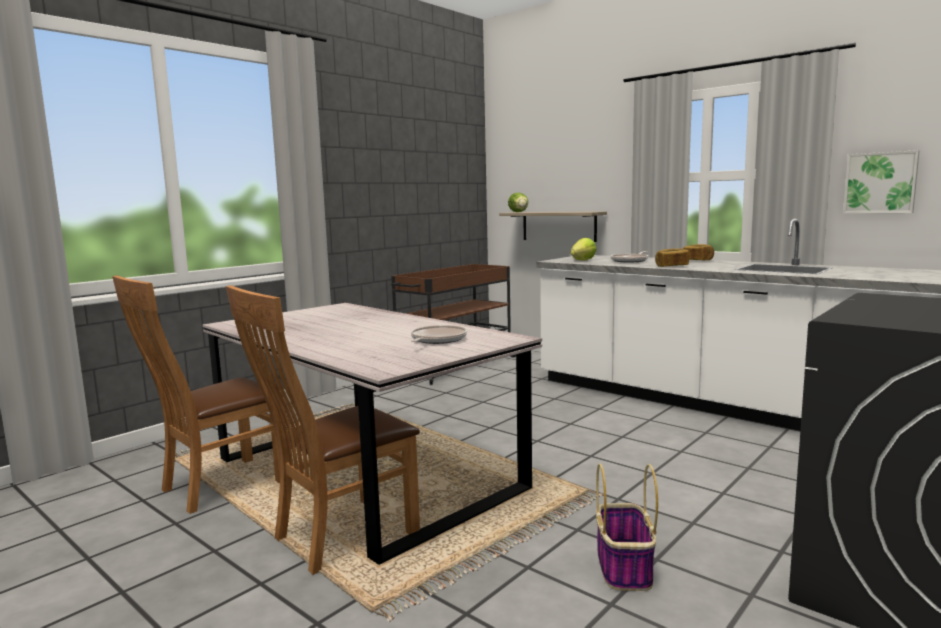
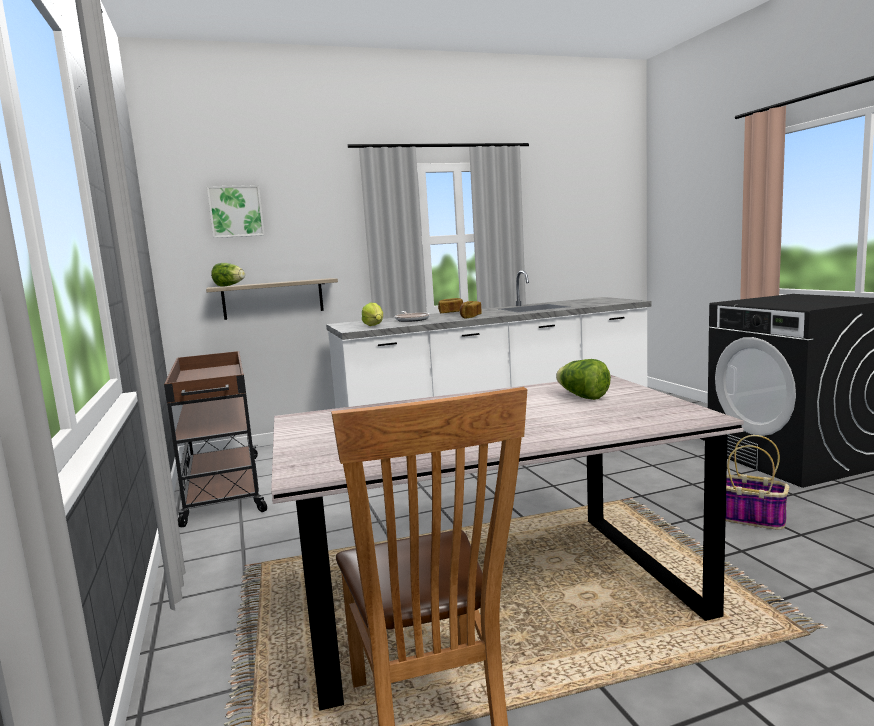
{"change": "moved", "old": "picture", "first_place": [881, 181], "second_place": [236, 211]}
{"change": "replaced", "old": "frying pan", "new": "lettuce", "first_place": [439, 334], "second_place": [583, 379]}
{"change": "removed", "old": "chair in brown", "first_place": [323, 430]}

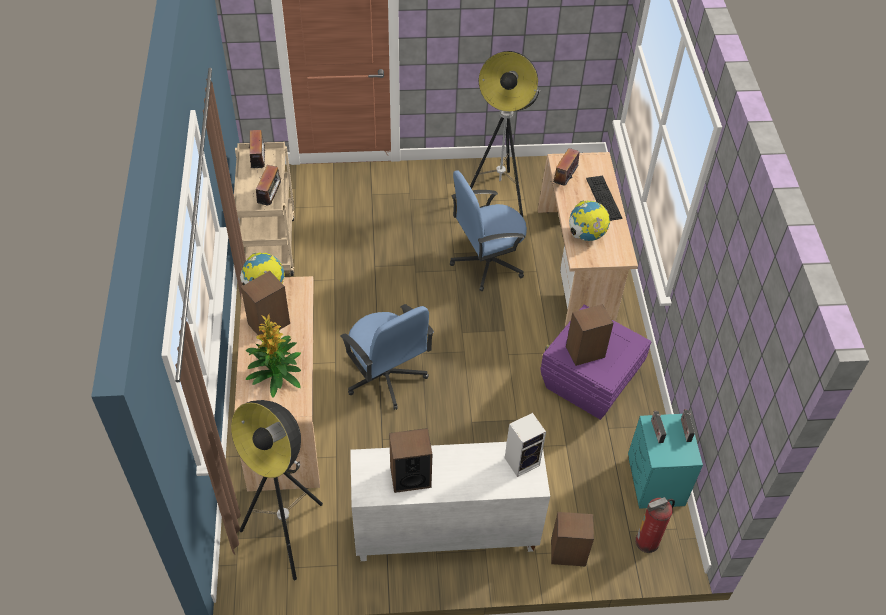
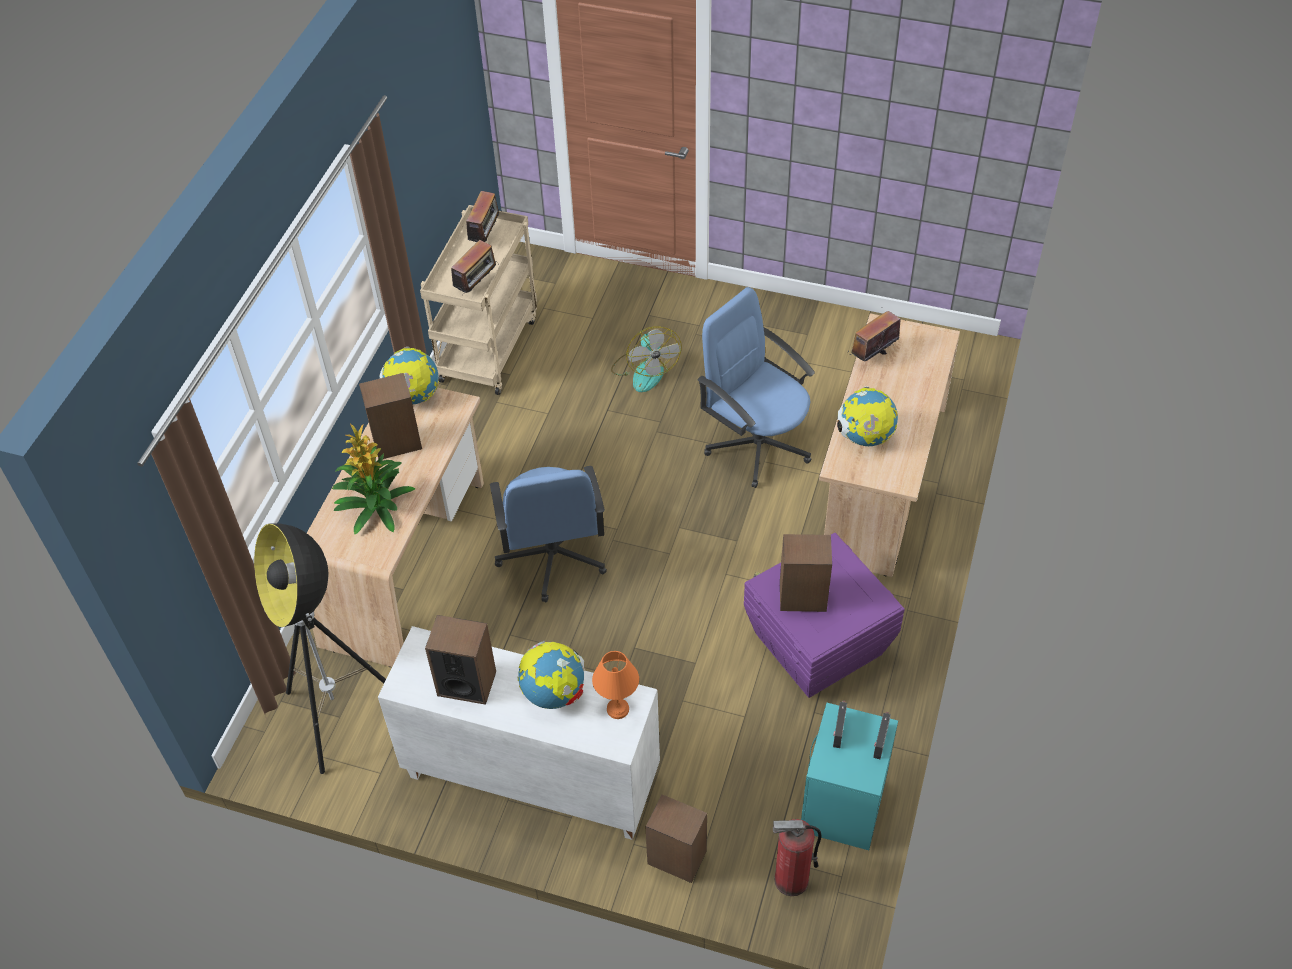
{"change": "added", "new": "globe", "second_place": [551, 675]}
{"change": "replaced", "old": "speaker", "new": "table lamp in orange", "first_place": [525, 445], "second_place": [615, 685]}
{"change": "added", "new": "fan", "second_place": [646, 359]}
{"change": "turned", "old": "office chair in blue", "first_place": [488, 230], "second_place": [756, 387], "degrees": 45}
{"change": "removed", "old": "floor lamp", "first_place": [505, 134]}
{"change": "removed", "old": "keyboard", "first_place": [604, 198]}

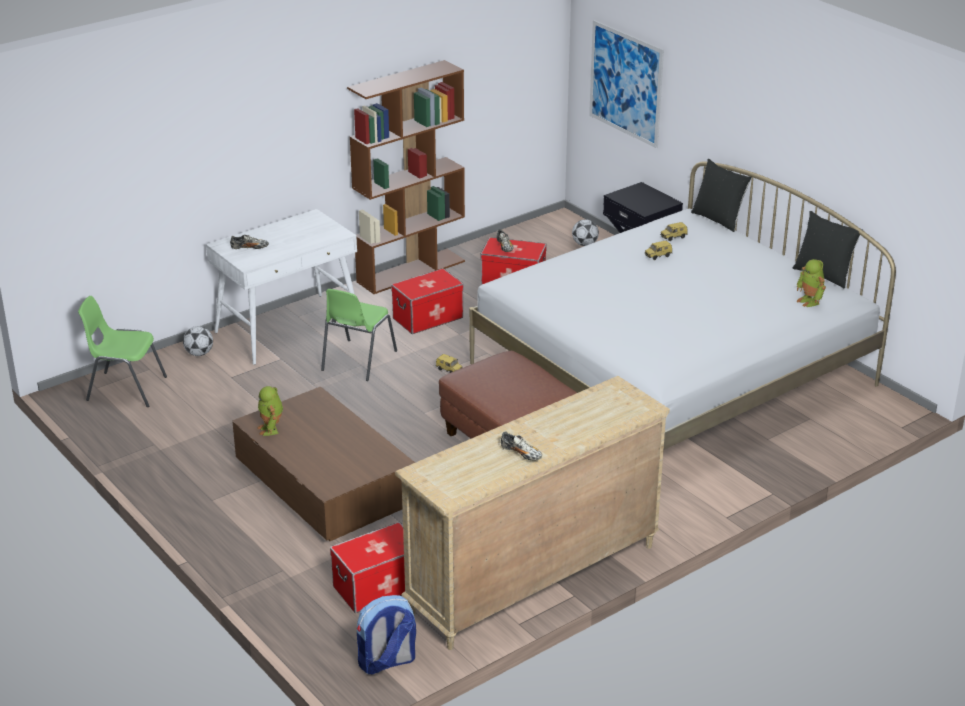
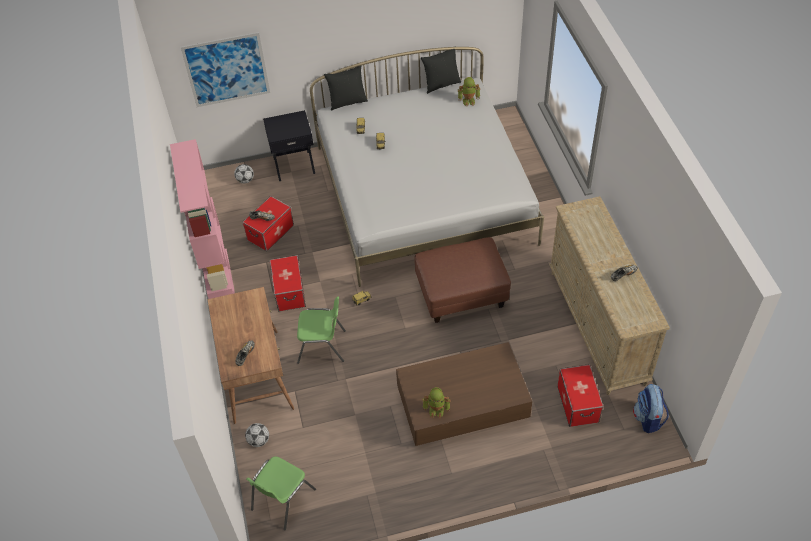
{"change": "recoloured", "old": "bookcase in brown", "new": "bookcase in pink", "first_place": [406, 177], "second_place": [202, 219]}
{"change": "recoloured", "old": "desk in white", "new": "desk in brown", "first_place": [281, 287], "second_place": [251, 355]}
{"change": "turned", "old": "chair in green", "first_place": [359, 335], "second_place": [321, 330], "degrees": -45}

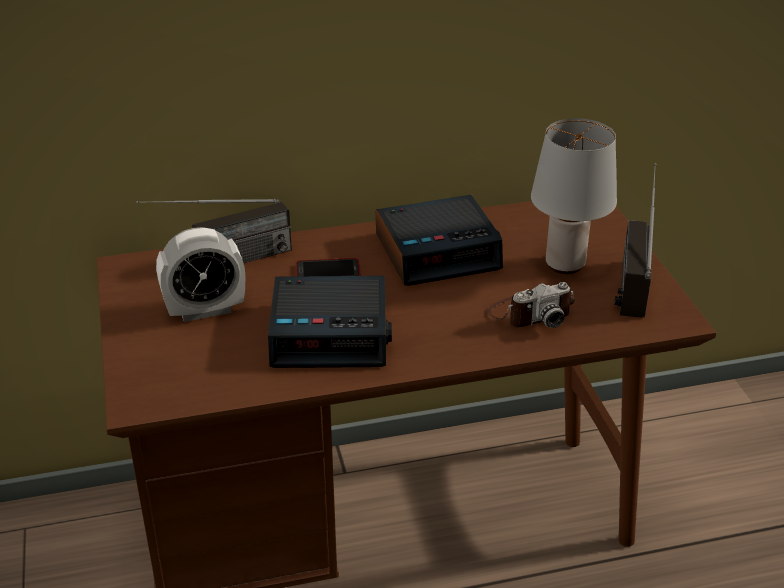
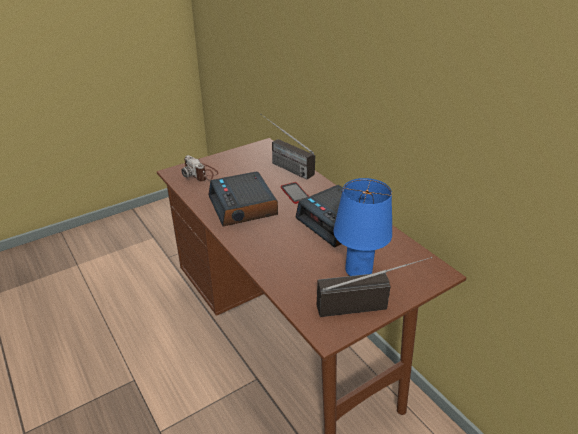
{"change": "moved", "old": "photo camera", "first_place": [531, 305], "second_place": [199, 168]}
{"change": "recoloured", "old": "table lamp in grey", "new": "table lamp in blue", "first_place": [574, 196], "second_place": [362, 227]}
{"change": "removed", "old": "alarm clock", "first_place": [200, 274]}

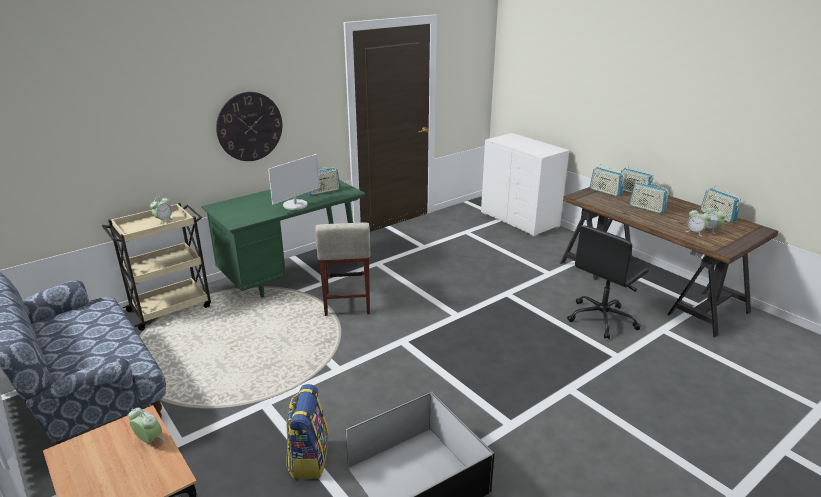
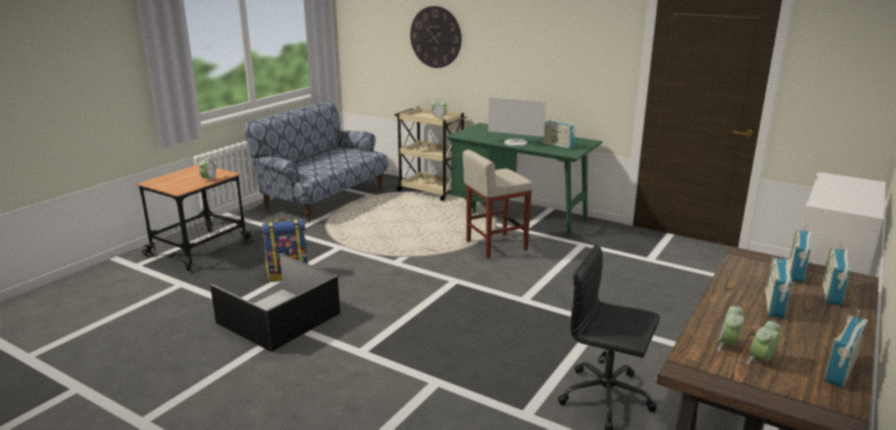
{"change": "moved", "old": "wall clock", "first_place": [249, 126], "second_place": [436, 37]}

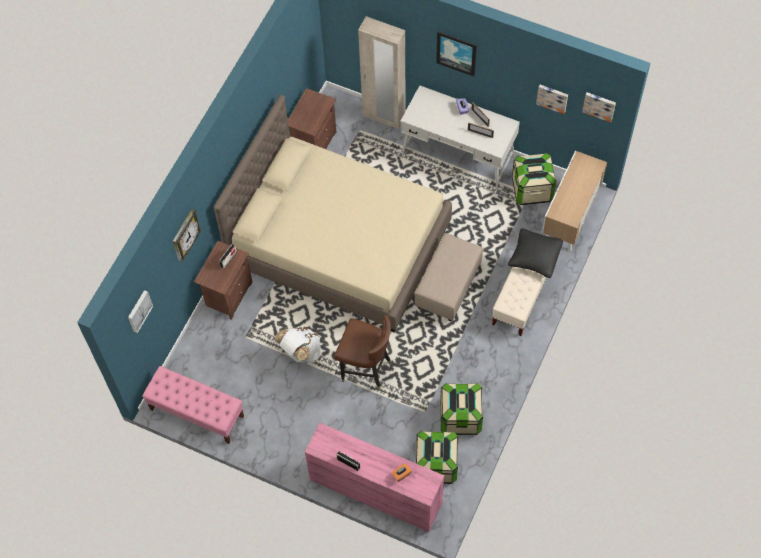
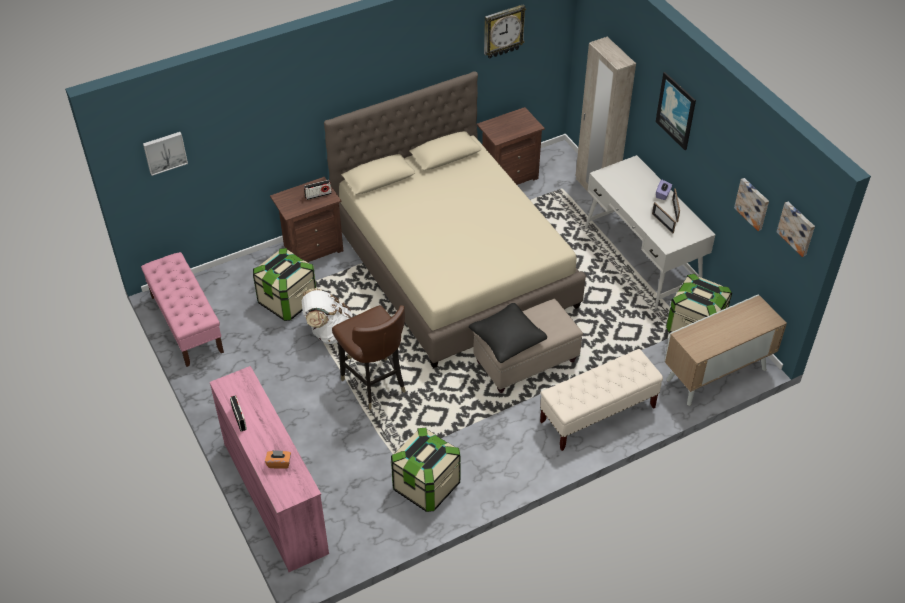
{"change": "moved", "old": "storage box", "first_place": [437, 457], "second_place": [284, 284]}
{"change": "moved", "old": "pillow in black", "first_place": [535, 253], "second_place": [508, 333]}
{"change": "moved", "old": "wall clock", "first_place": [187, 235], "second_place": [505, 31]}

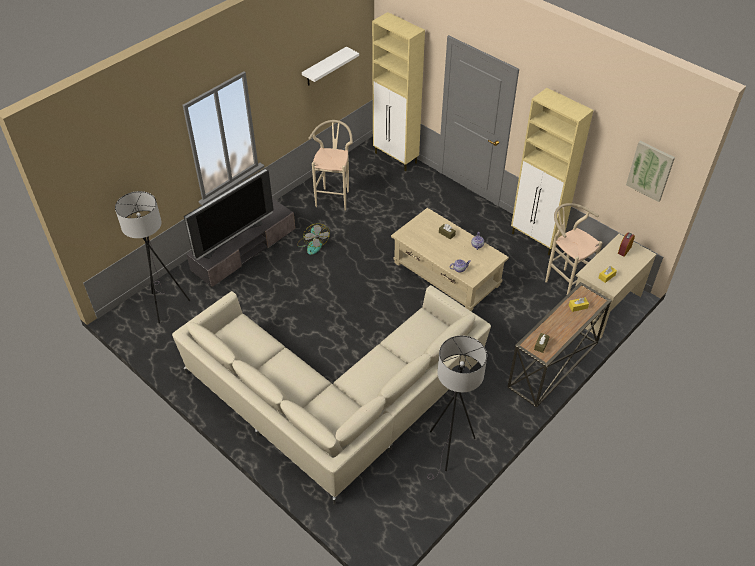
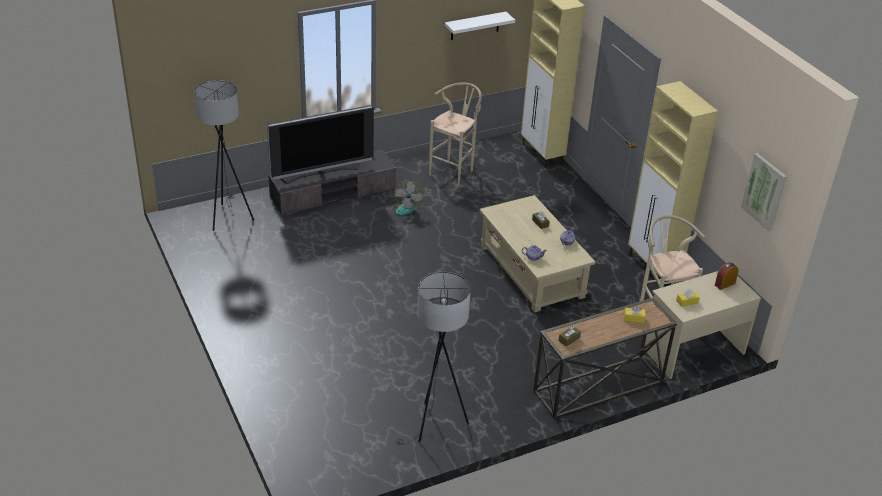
{"change": "removed", "old": "sofa in beige", "first_place": [331, 395]}

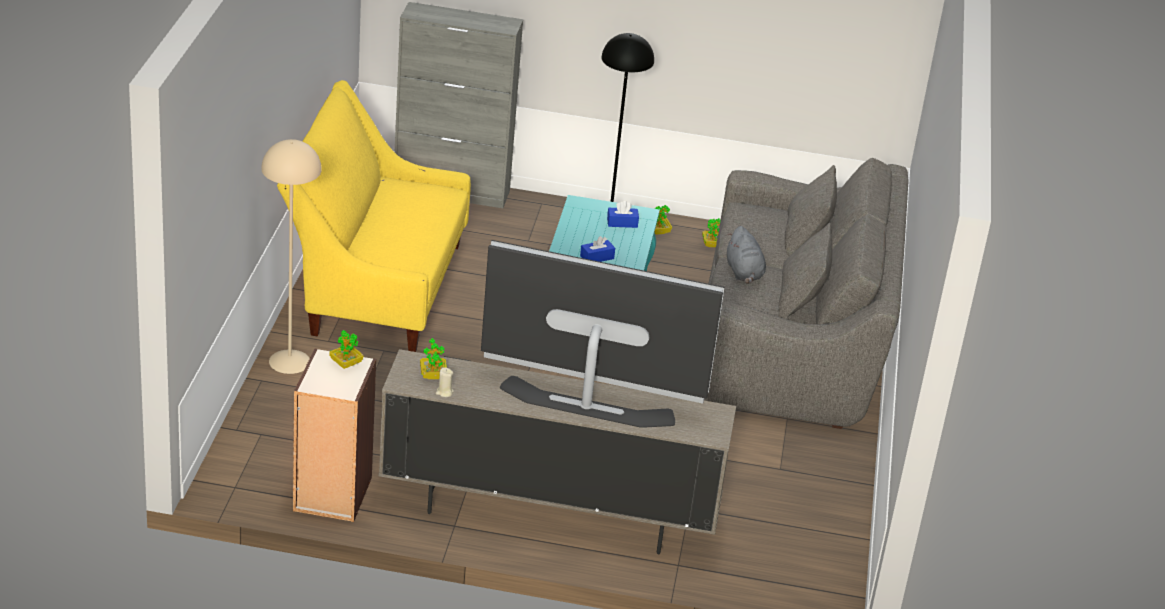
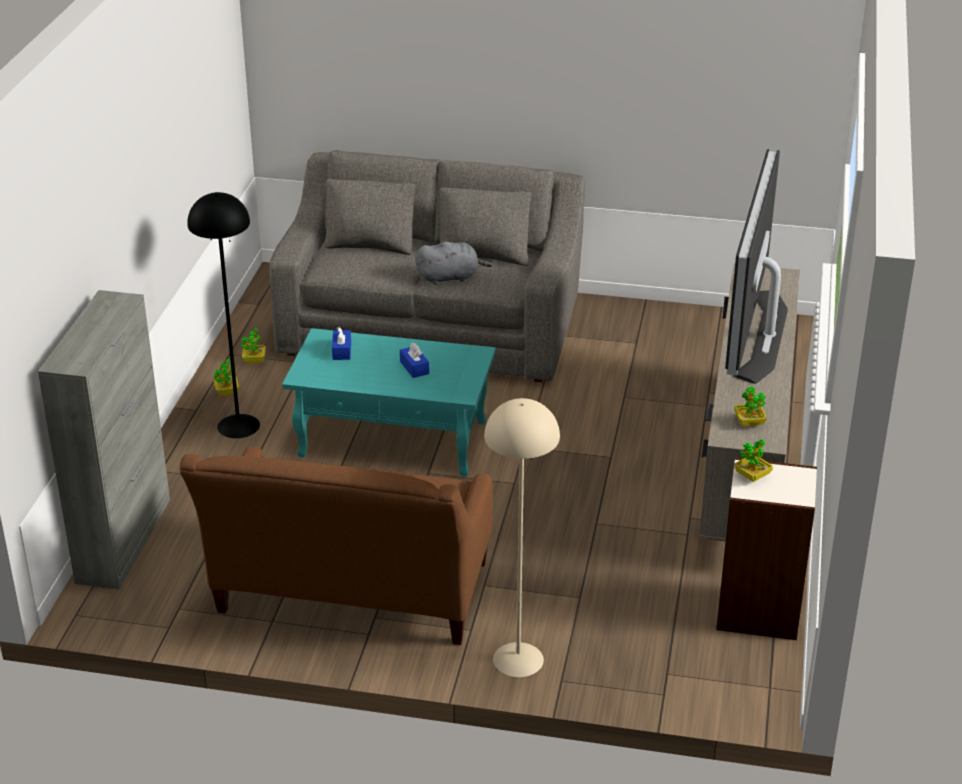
{"change": "recoloured", "old": "sofa in yellow", "new": "sofa in brown", "first_place": [374, 216], "second_place": [336, 546]}
{"change": "removed", "old": "candle in beige", "first_place": [445, 382]}

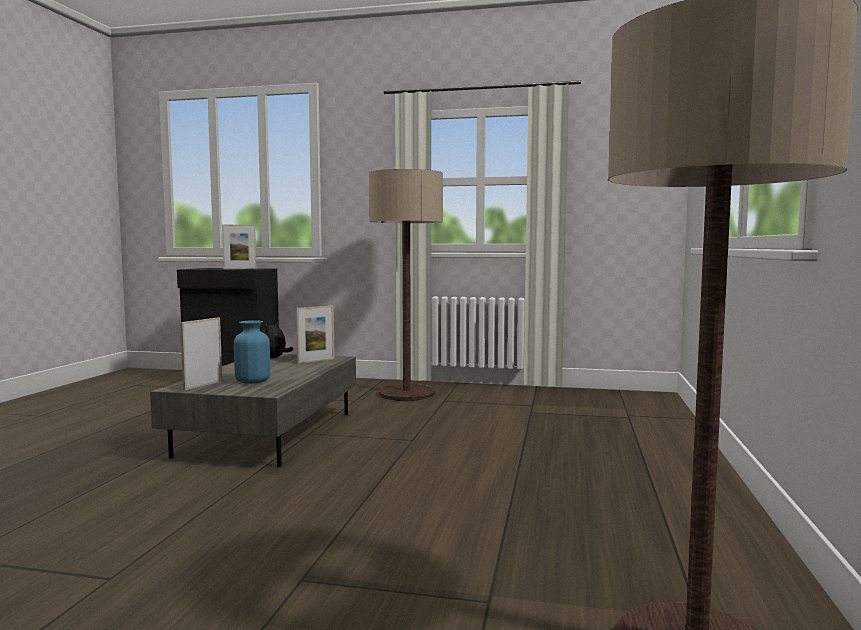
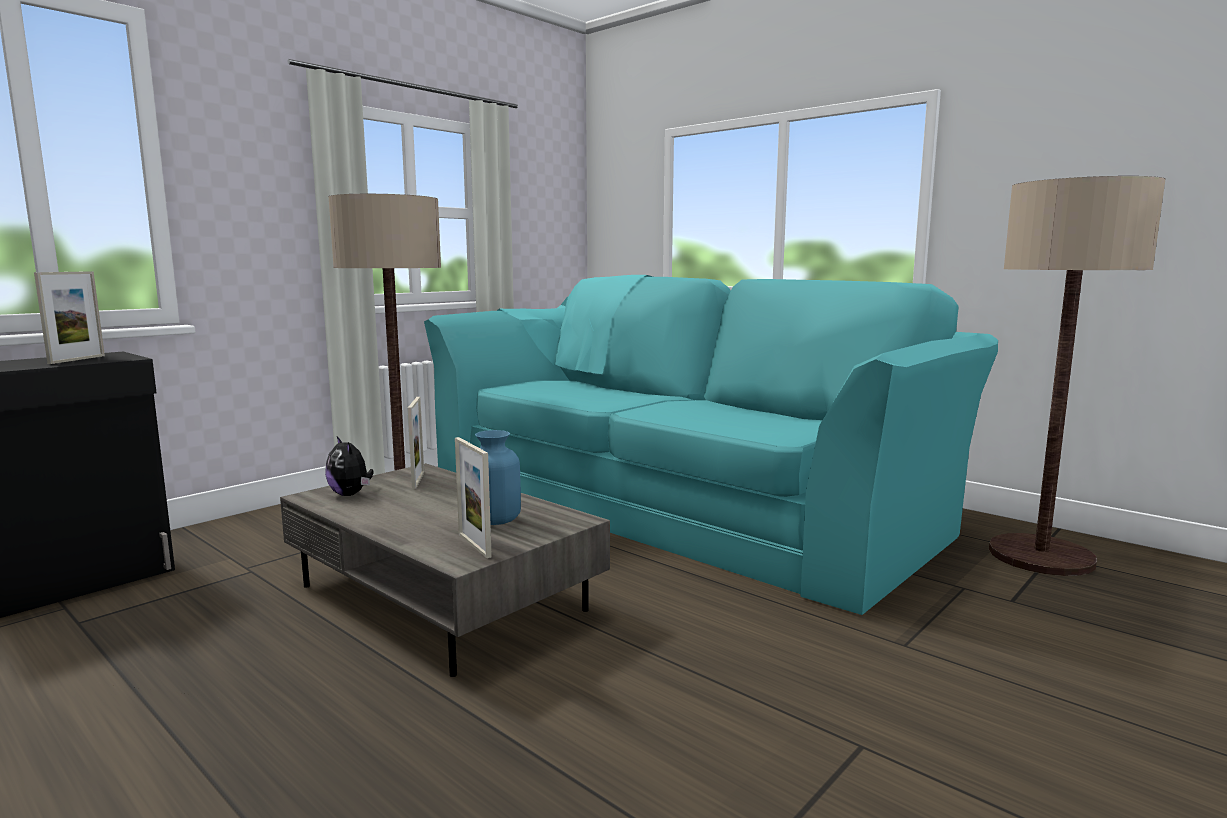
{"change": "added", "new": "sofa in turquoise", "second_place": [711, 445]}

